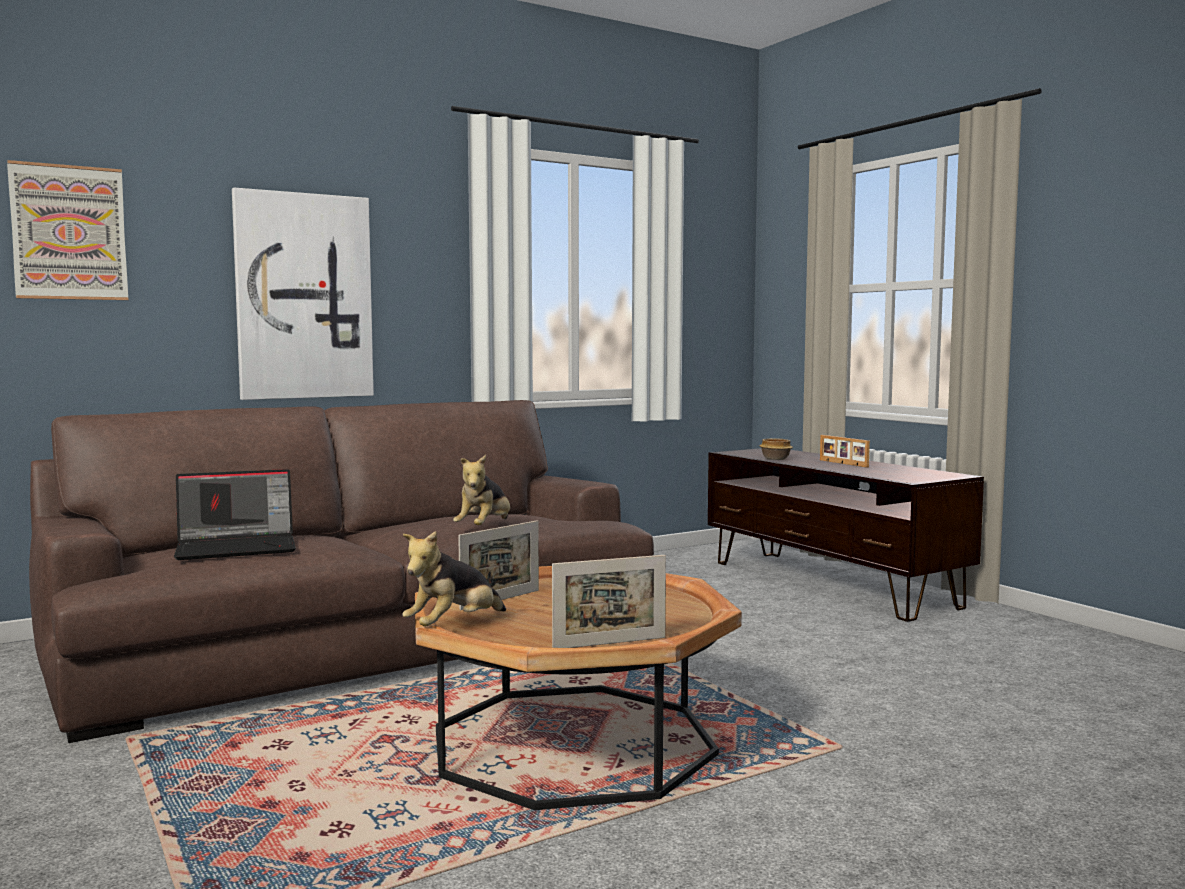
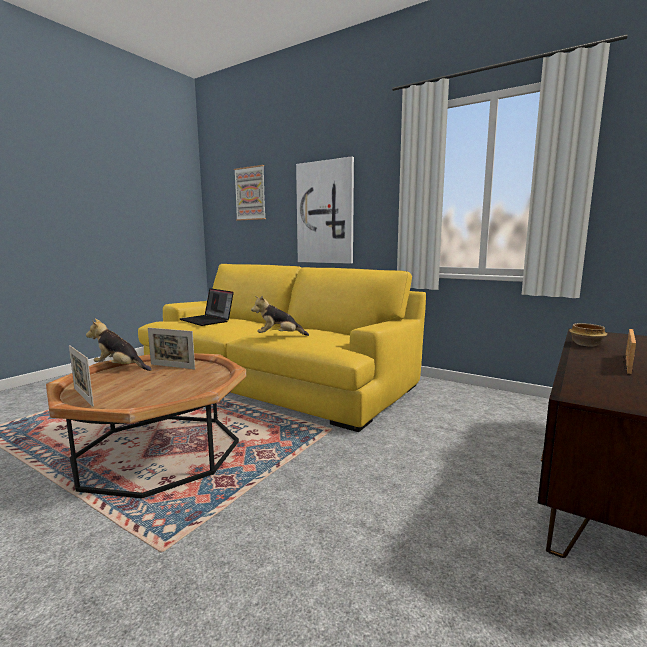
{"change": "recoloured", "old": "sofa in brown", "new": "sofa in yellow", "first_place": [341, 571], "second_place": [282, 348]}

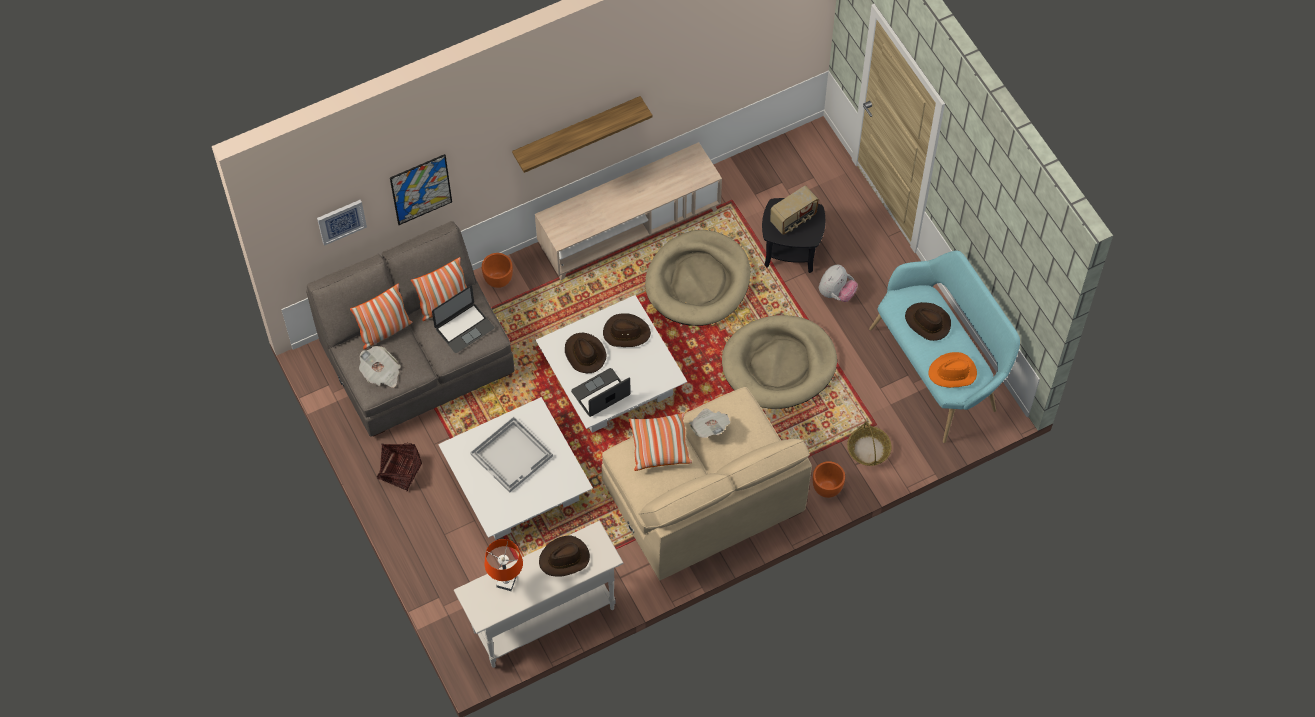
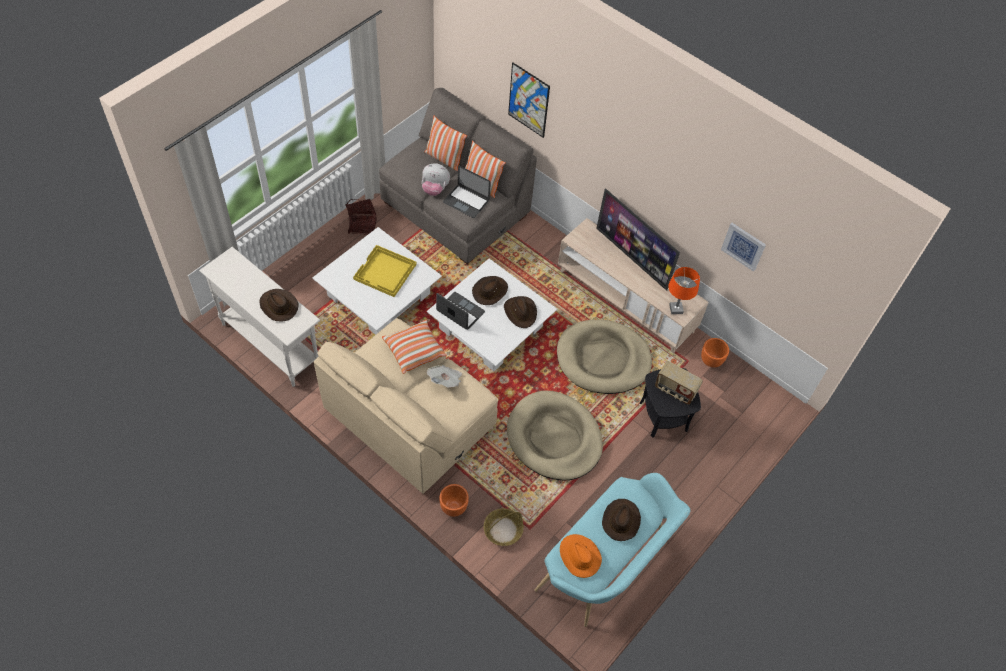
{"change": "recoloured", "old": "tray in white", "new": "tray in yellow", "first_place": [511, 454], "second_place": [385, 271]}
{"change": "moved", "old": "plush toy", "first_place": [838, 283], "second_place": [436, 179]}
{"change": "added", "new": "television", "second_place": [638, 239]}
{"change": "moved", "old": "table lamp in orange", "first_place": [504, 565], "second_place": [684, 290]}
{"change": "moved", "old": "planter in orange", "first_place": [497, 270], "second_place": [715, 353]}
{"change": "moved", "old": "picture", "first_place": [342, 223], "second_place": [743, 247]}
{"change": "removed", "old": "newspaper", "first_place": [380, 367]}
{"change": "removed", "old": "shelf", "first_place": [582, 134]}

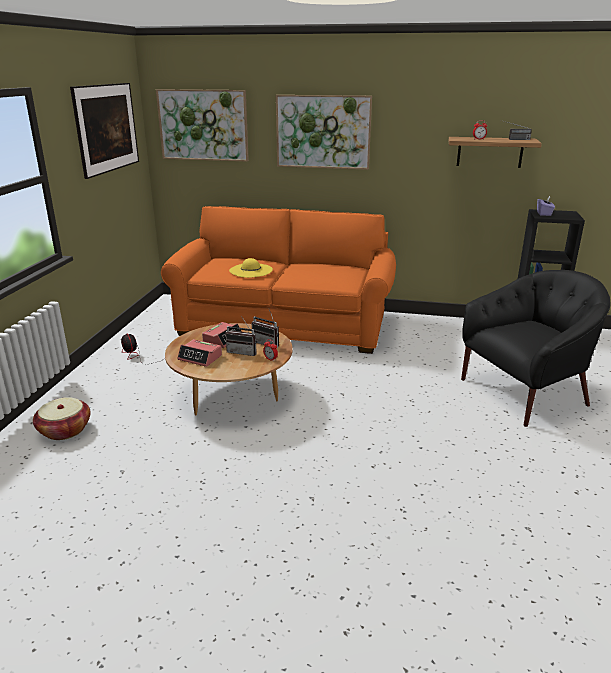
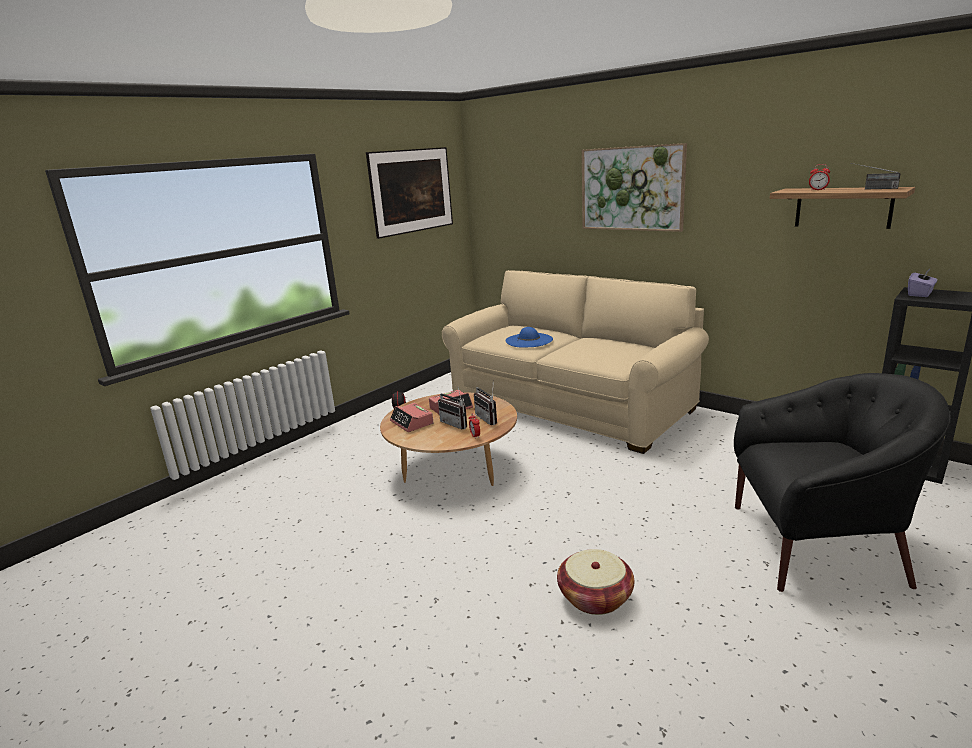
{"change": "recoloured", "old": "sofa in orange", "new": "sofa in beige", "first_place": [278, 280], "second_place": [575, 362]}
{"change": "recoloured", "old": "hat in yellow", "new": "hat in blue", "first_place": [251, 268], "second_place": [529, 337]}
{"change": "moved", "old": "basket", "first_place": [62, 418], "second_place": [595, 582]}
{"change": "removed", "old": "picture", "first_place": [202, 125]}

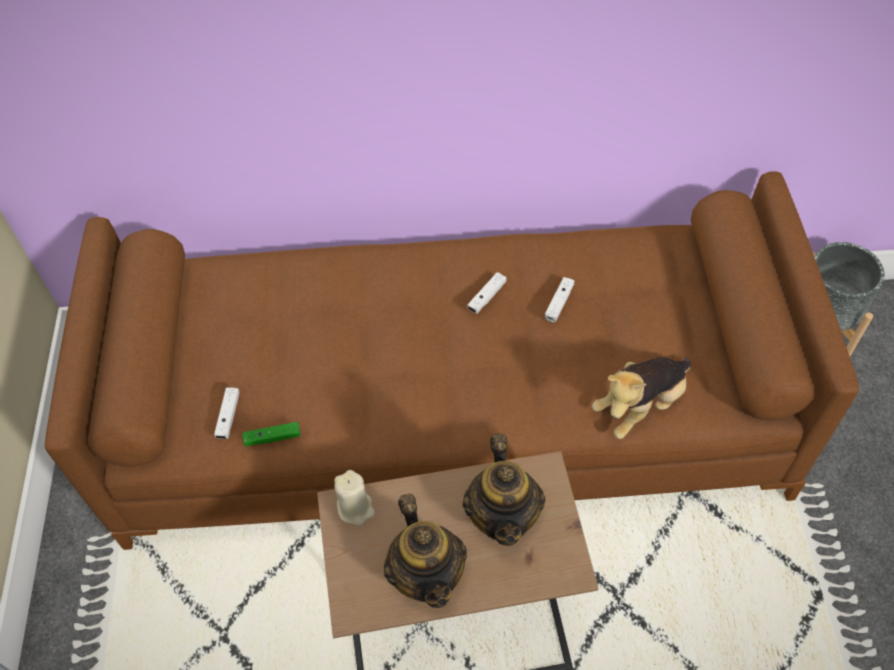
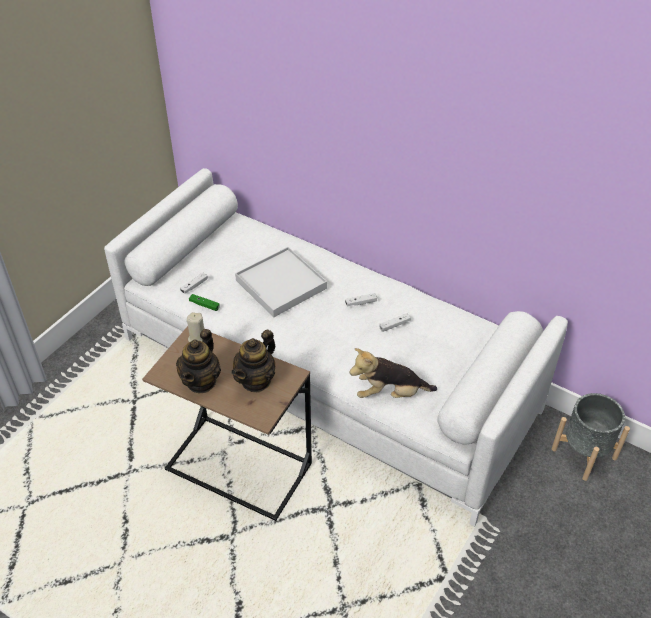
{"change": "recoloured", "old": "sofa in brown", "new": "sofa in white", "first_place": [452, 360], "second_place": [336, 347]}
{"change": "added", "new": "tray in white", "second_place": [281, 282]}

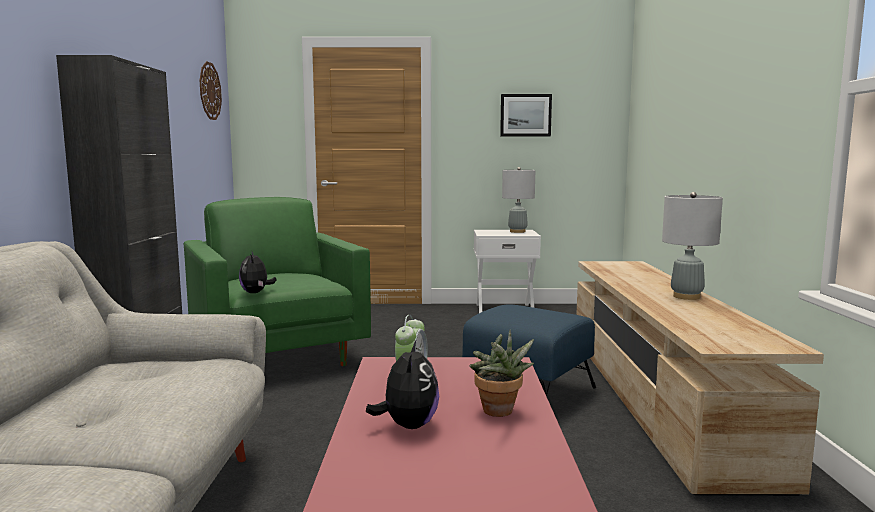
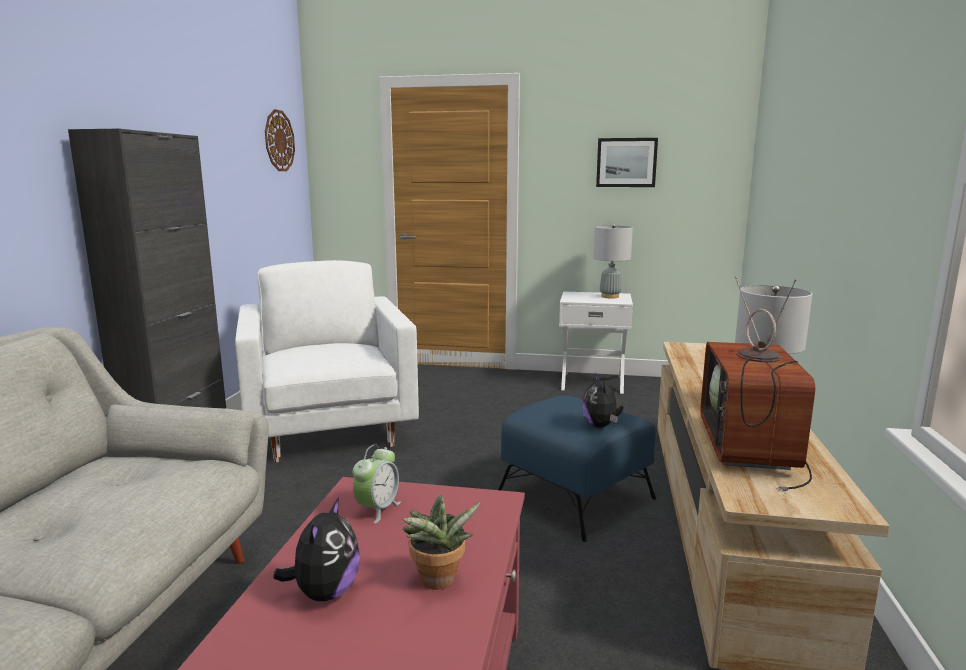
{"change": "recoloured", "old": "armchair in green", "new": "armchair in white", "first_place": [277, 281], "second_place": [327, 361]}
{"change": "moved", "old": "plush toy", "first_place": [258, 271], "second_place": [602, 400]}
{"change": "added", "new": "television", "second_place": [757, 383]}

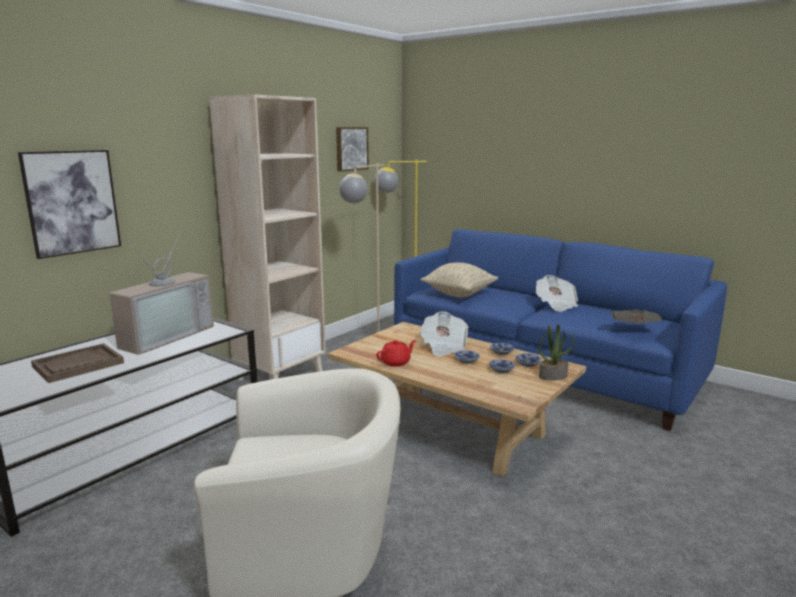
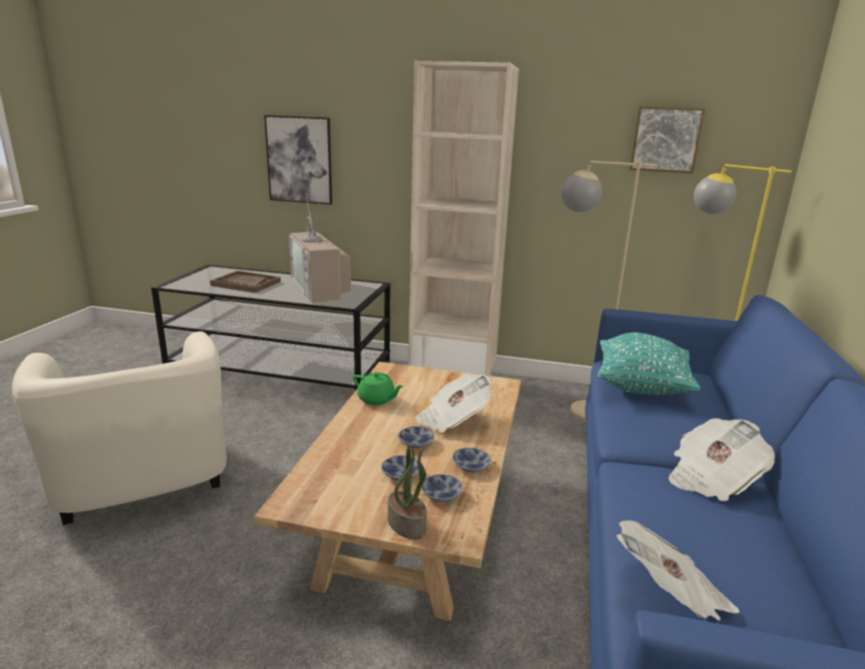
{"change": "turned", "old": "television", "first_place": [161, 293], "second_place": [320, 248], "degrees": 60}
{"change": "recoloured", "old": "teapot in red", "new": "teapot in green", "first_place": [396, 353], "second_place": [378, 388]}
{"change": "recoloured", "old": "pillow in beige", "new": "pillow in turquoise", "first_place": [459, 280], "second_place": [648, 364]}

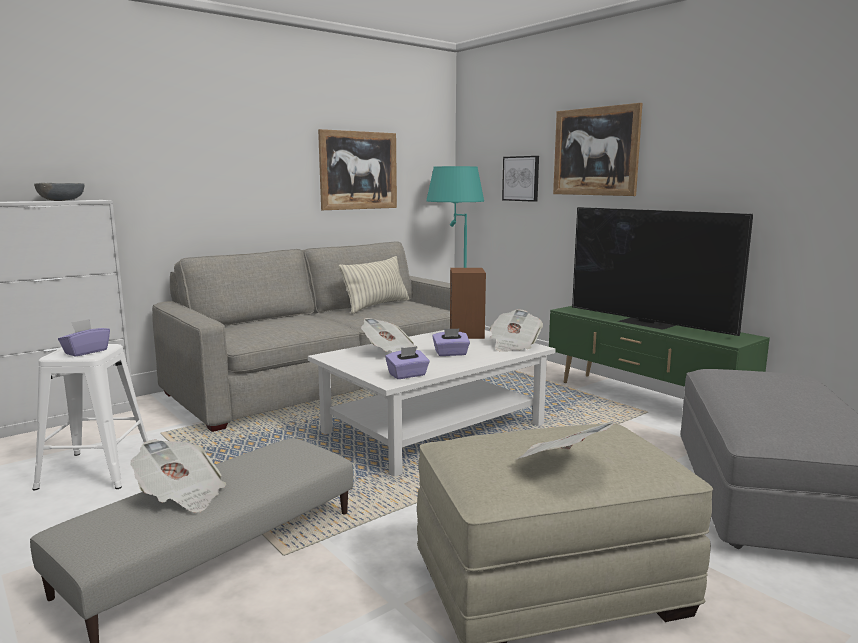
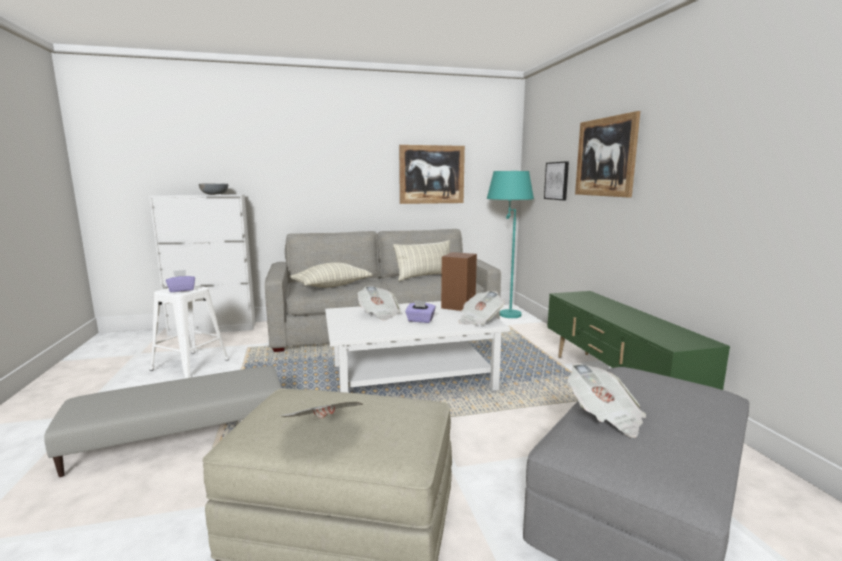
{"change": "added", "new": "pillow", "second_place": [331, 275]}
{"change": "moved", "old": "newspaper", "first_place": [178, 475], "second_place": [607, 400]}
{"change": "removed", "old": "tissue box in purple", "first_place": [407, 362]}
{"change": "removed", "old": "television", "first_place": [662, 271]}

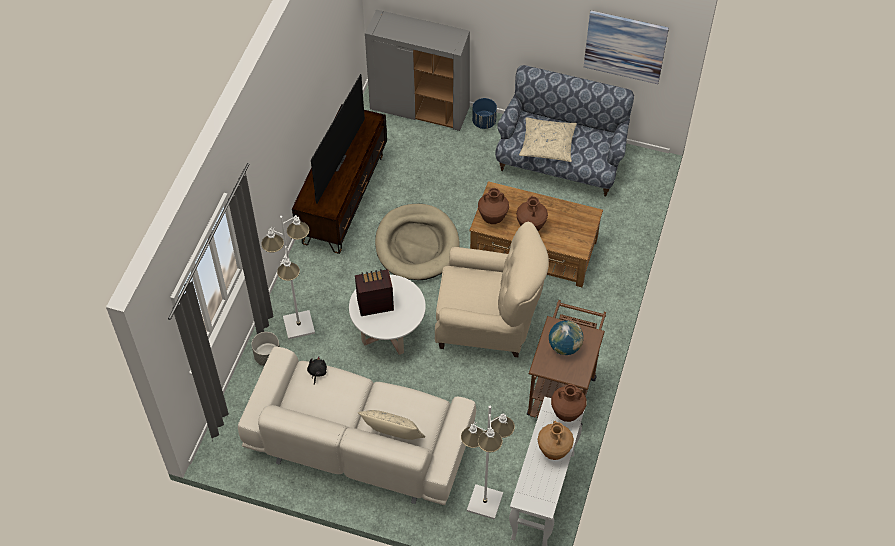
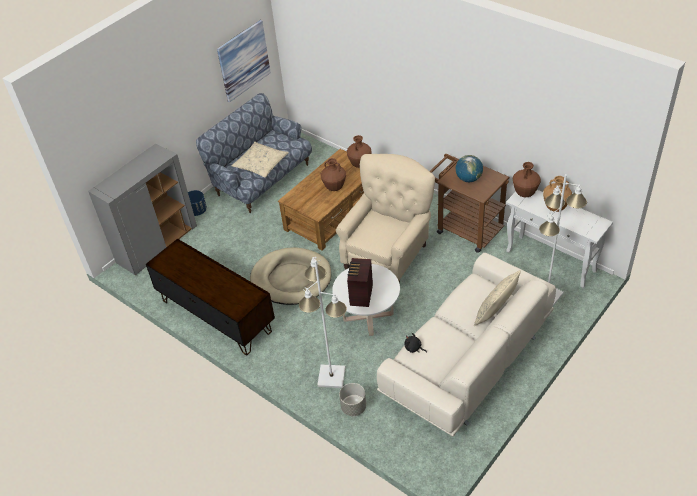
{"change": "moved", "old": "vase in brown", "first_place": [493, 206], "second_place": [359, 151]}
{"change": "removed", "old": "television", "first_place": [338, 139]}

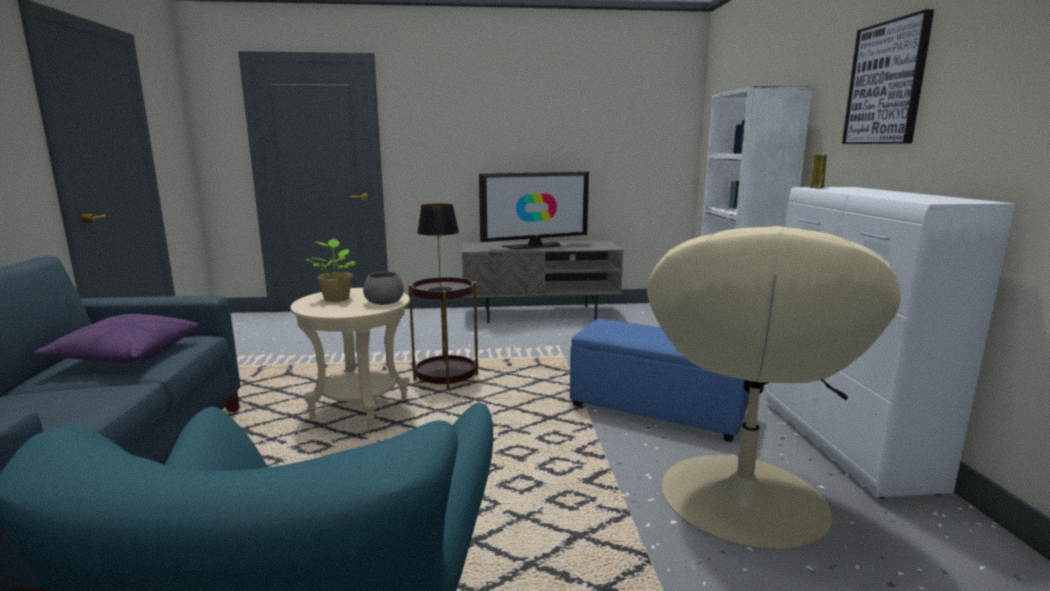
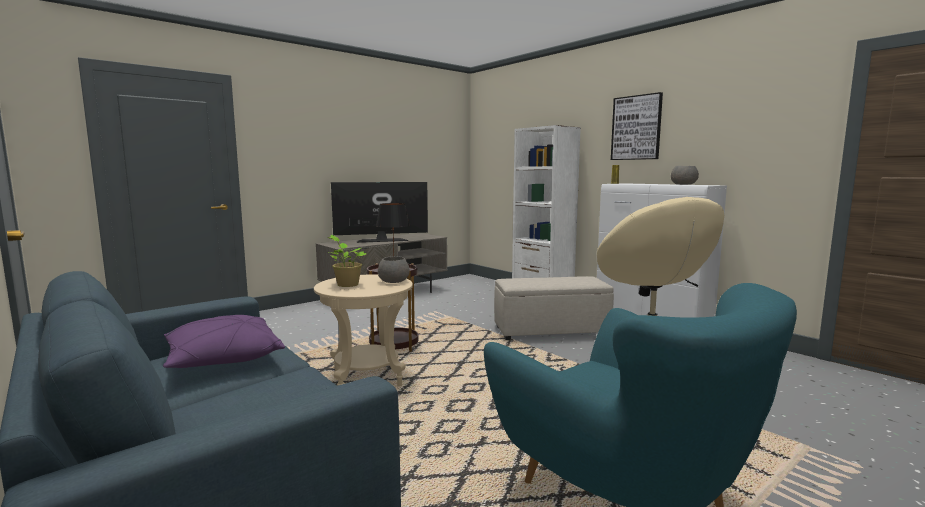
{"change": "turned", "old": "television", "first_place": [534, 210], "second_place": [379, 212], "degrees": -135}
{"change": "recoloured", "old": "ottoman in blue", "new": "ottoman in beige", "first_place": [659, 380], "second_place": [554, 308]}
{"change": "added", "new": "bowl in grey", "second_place": [685, 175]}

